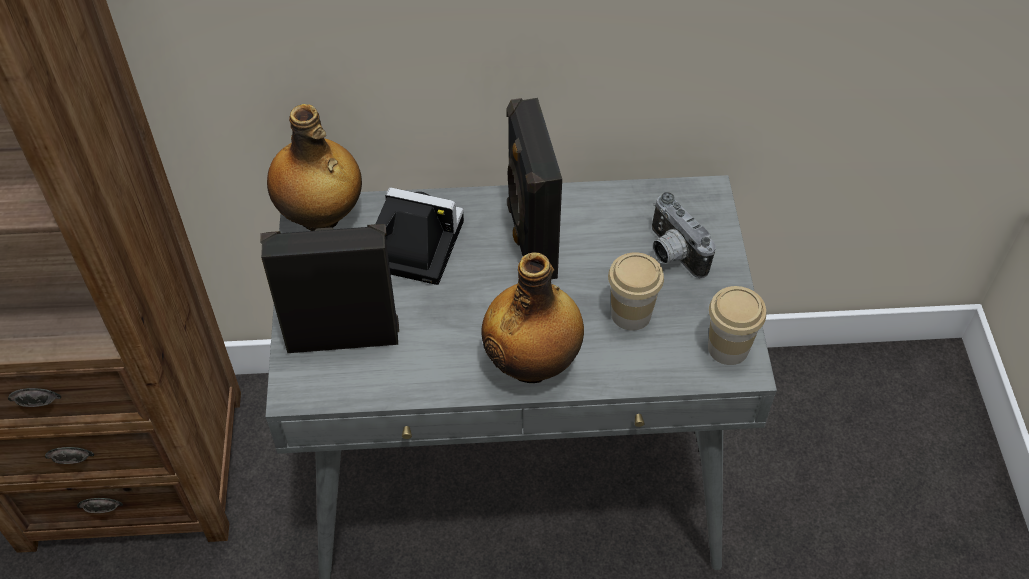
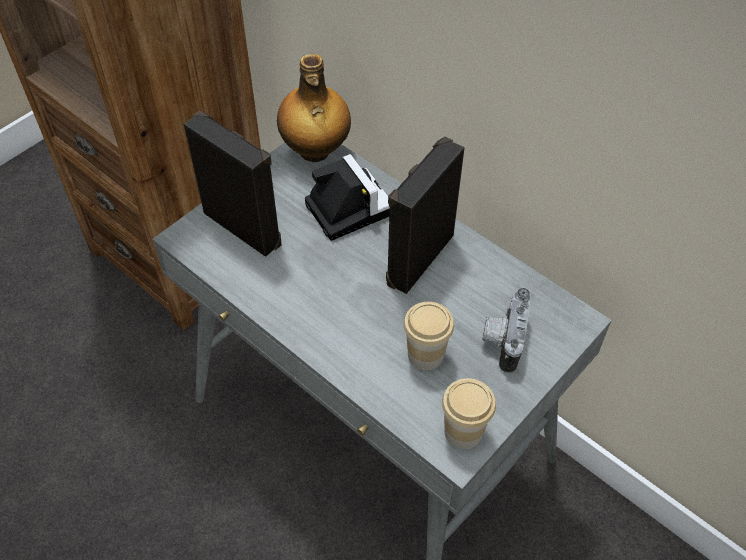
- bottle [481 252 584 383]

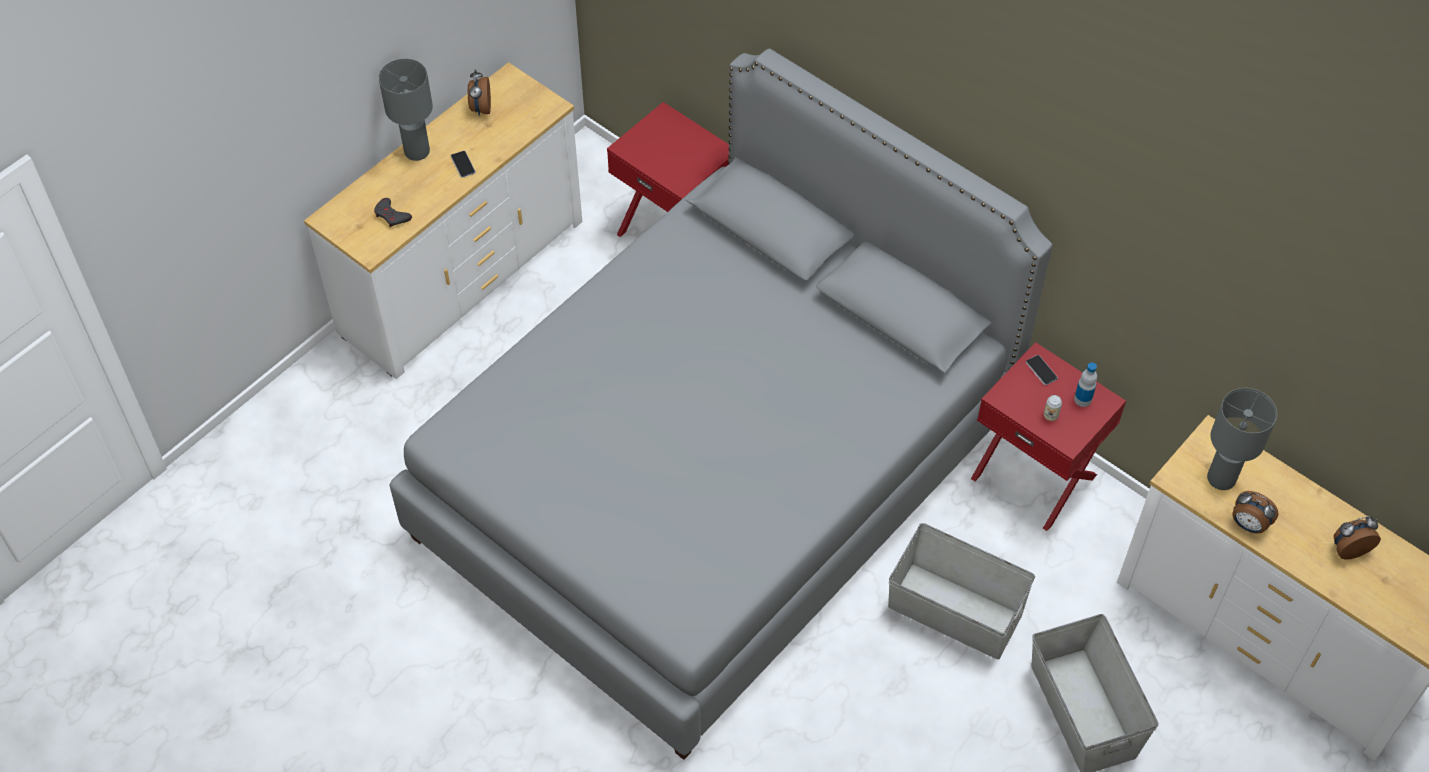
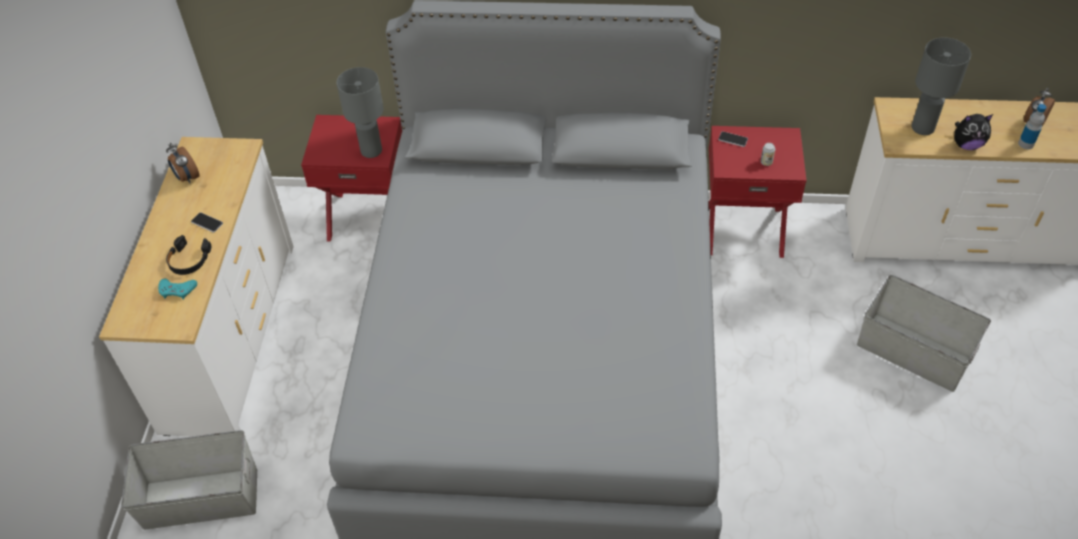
~ game controller in grey [374 198 412 227] to game controller in turquoise [158 279 197 300]
~ table lamp in grey [379 59 433 161] to [337 67 384 158]
~ storage box in grey [888 523 1035 659] to [121 430 257 530]
~ bottle [1074 362 1097 407] to [1018 104 1046 149]
~ alarm clock [1232 491 1279 534] to plush toy [954 114 993 150]
+ headphones in black [166 235 211 275]

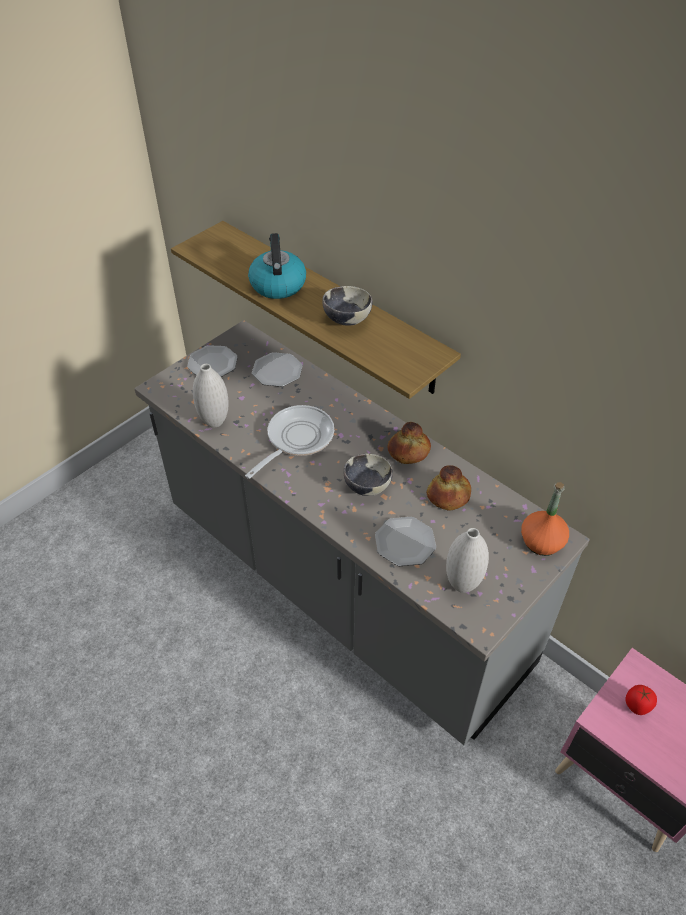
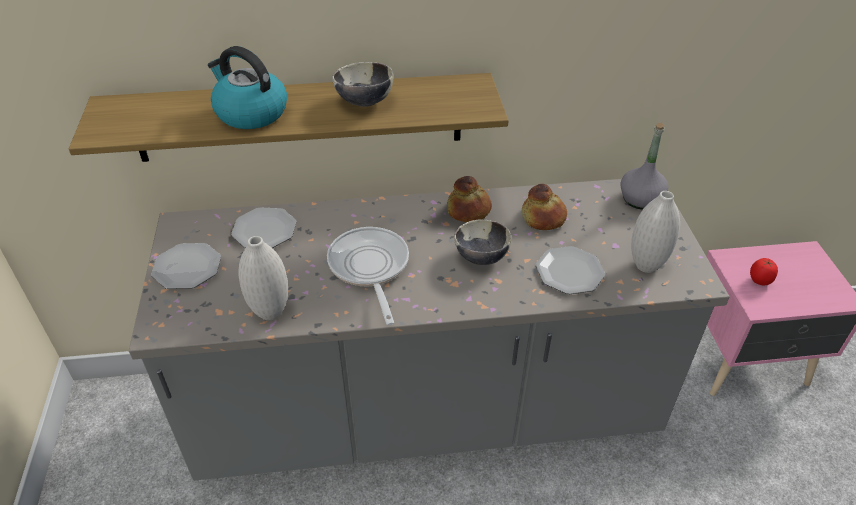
~ bottle in orange [521 482 569 556] to bottle in grey [620 123 669 210]

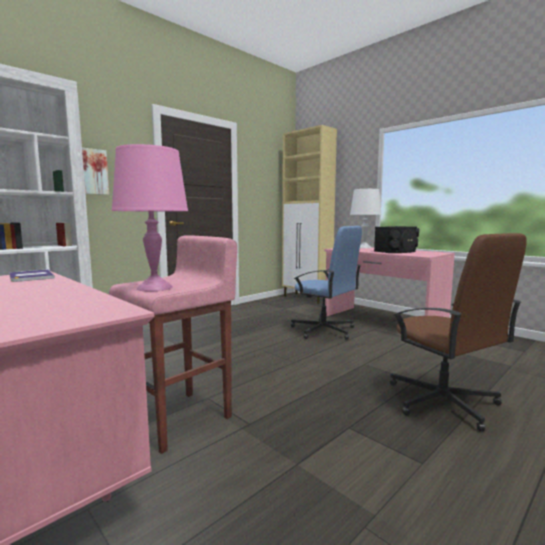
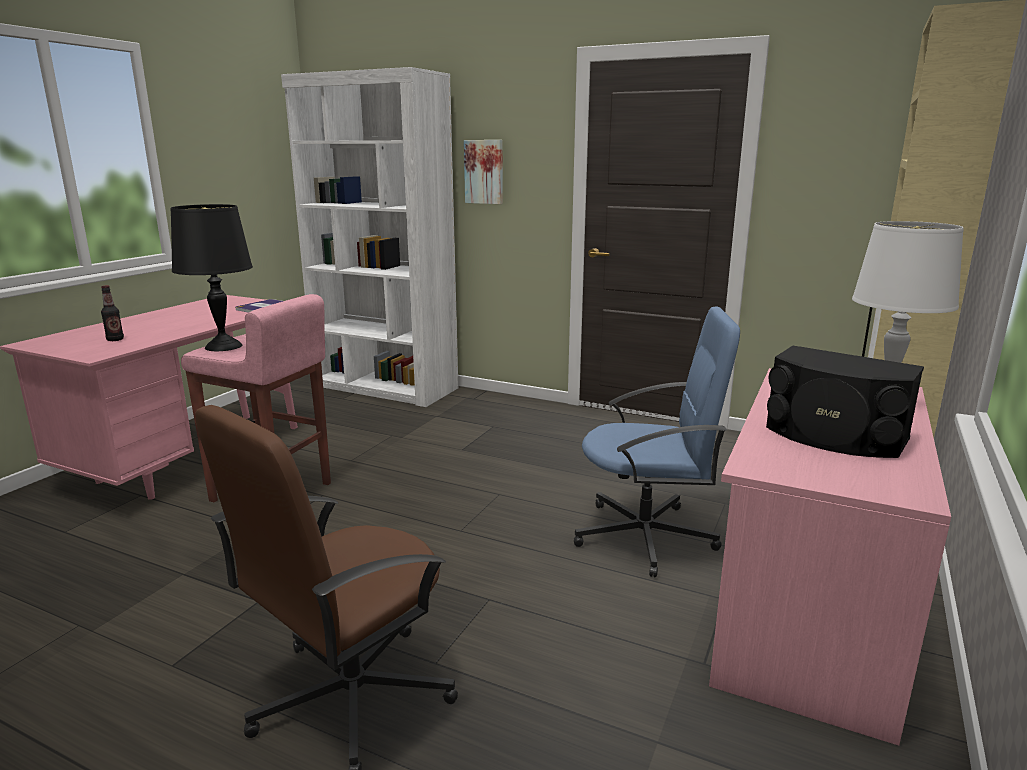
~ table lamp in pink [111 144 188 292] to table lamp in black [171 204 253 351]
~ office chair in blue [291 226 362 339] = [574 307 740 578] 105 degrees counterclockwise
+ bottle [101 286 124 341]

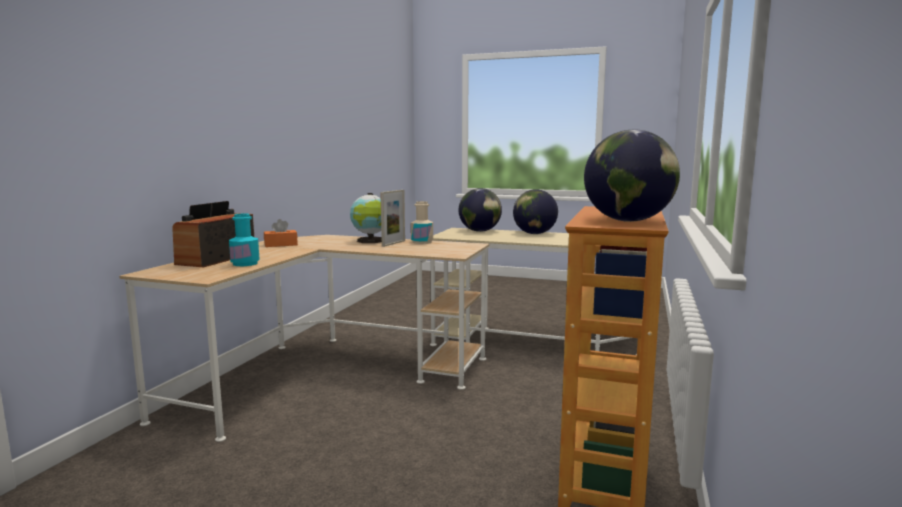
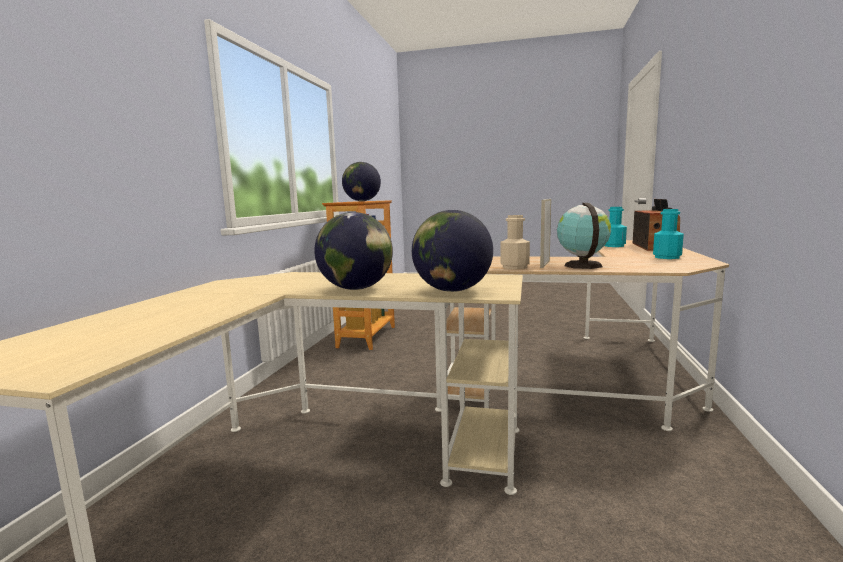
~ tissue box in orange [264 219 298 247] to bottle in turquoise [653 209 684 259]

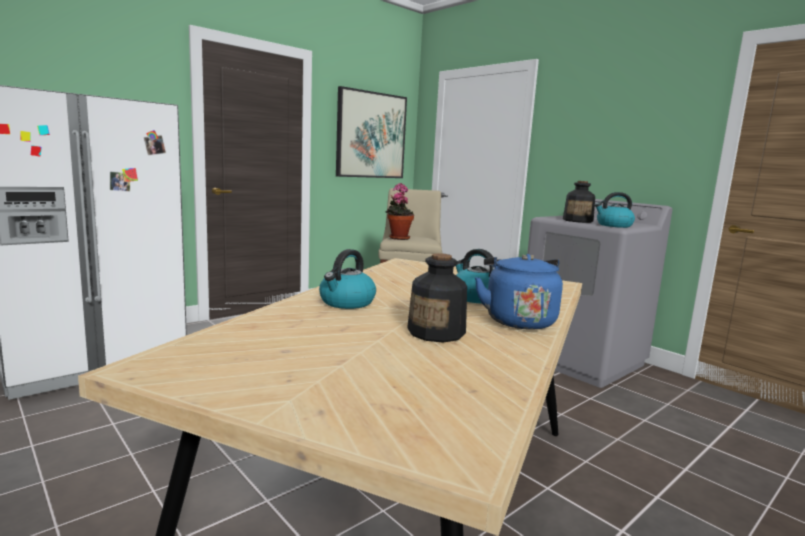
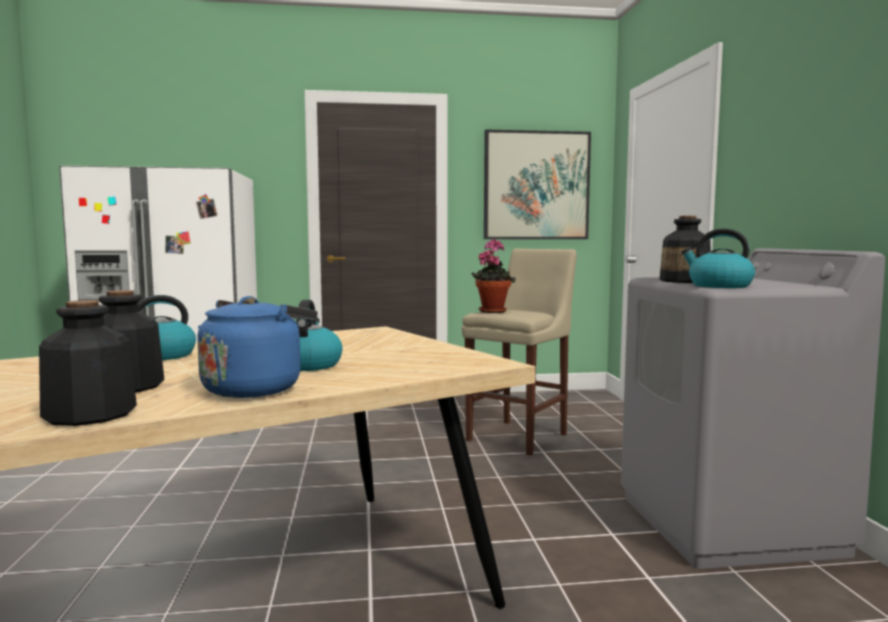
+ bottle [39 300 137 426]

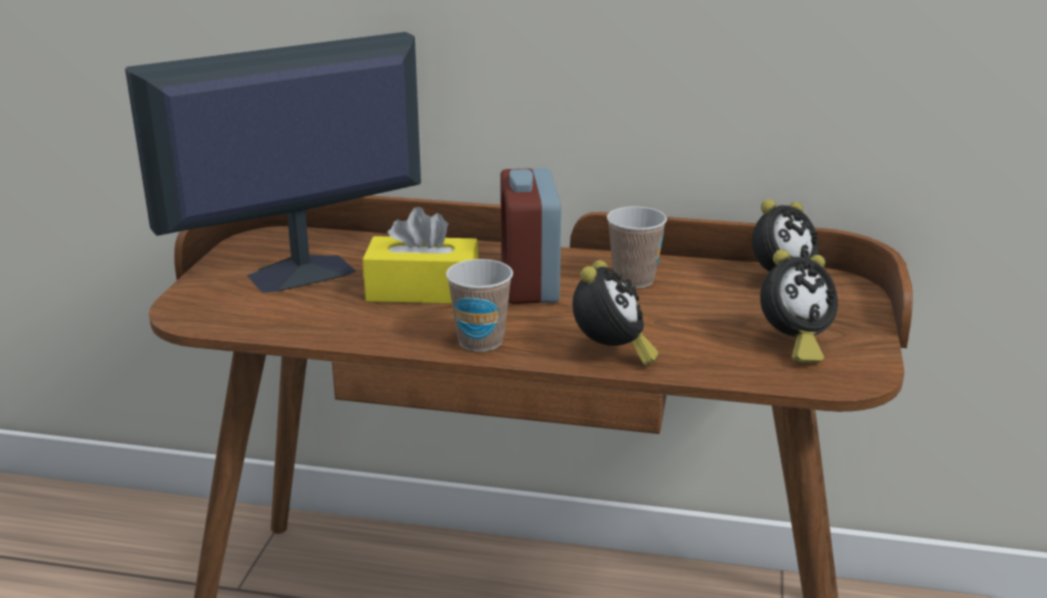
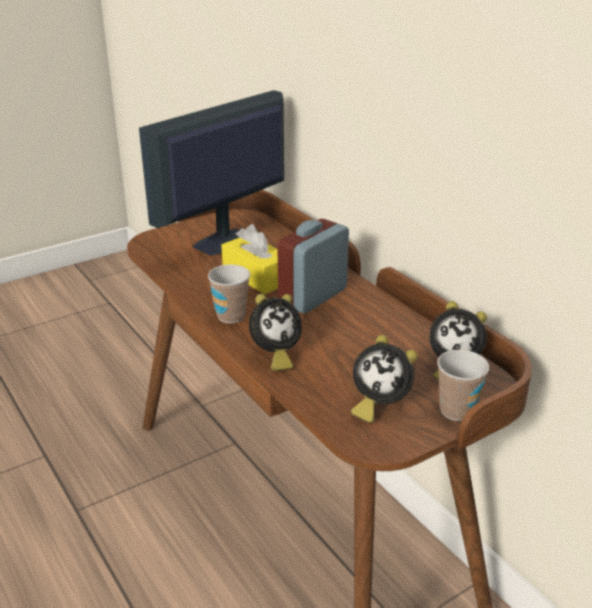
~ monitor [125 32 421 293] = [139 90 284 256] 60 degrees counterclockwise
~ cup [607 206 667 289] to [437 350 489 421]

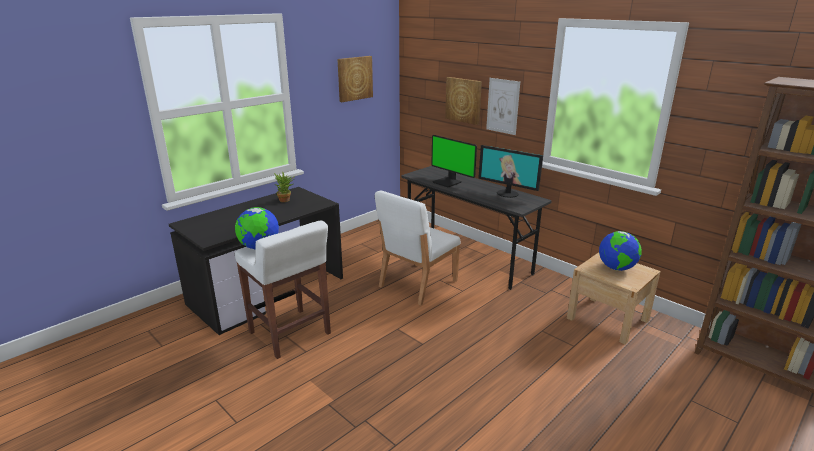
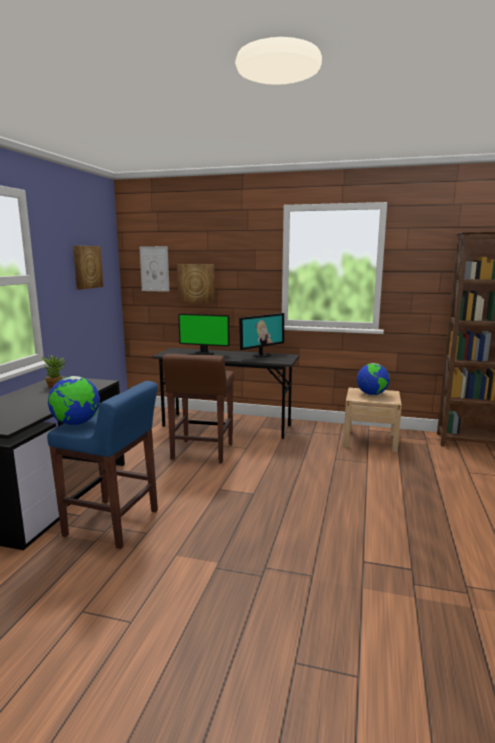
~ stool in white [235 220 331 359] to stool in blue [47 381 158 549]
~ chair in white [375 190 461 306] to stool in brown [162 354 234 464]
~ monitor [478 145 543 198] = [239 313 284 357] 45 degrees counterclockwise
~ picture [486 78 520 135] to [139 246 170 292]

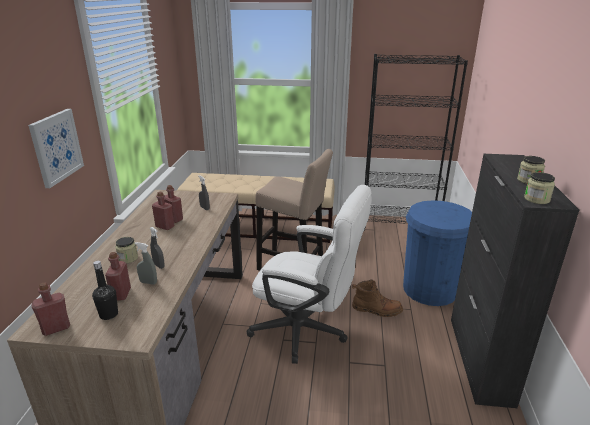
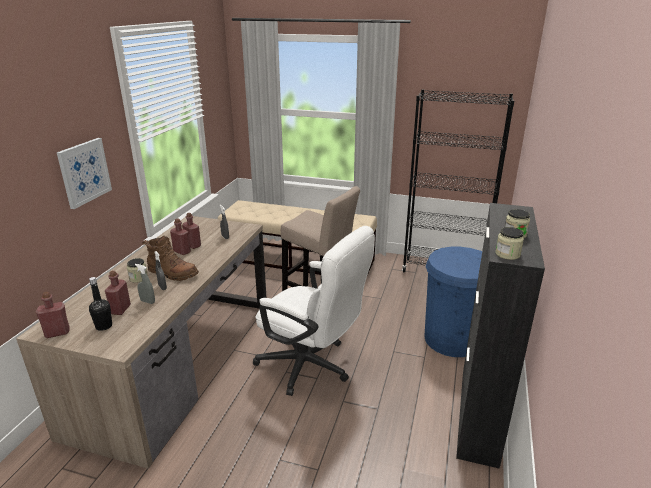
~ boot in brown [352 280 403 317] to [142 236 199 281]

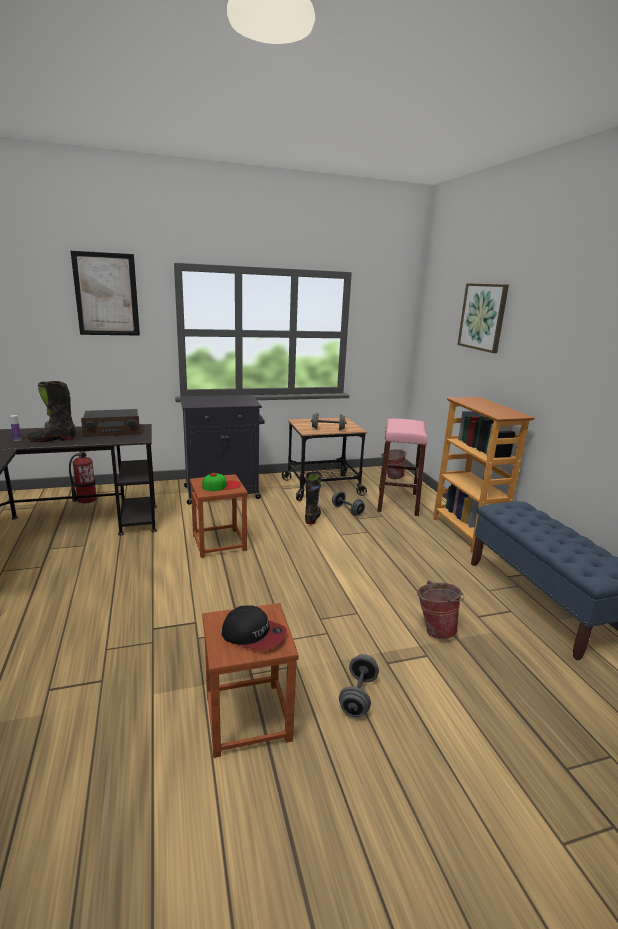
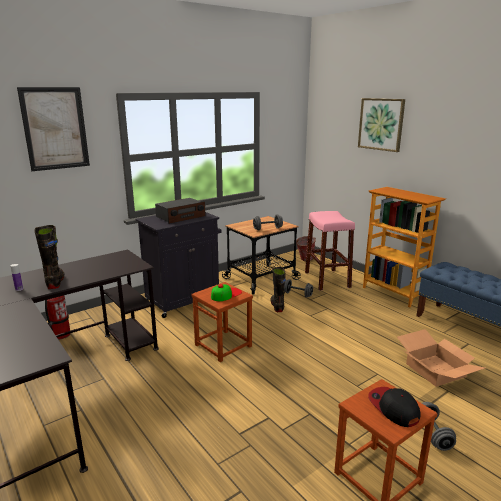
~ boot in black [27 381 76 442] = [34 225 65 289] 120 degrees clockwise
~ radio [81 409 140 437] to [155 198 206 224]
~ cap [222 605 287 650] = [368 387 421 427] 120 degrees counterclockwise
~ bucket [417 581 465 639] to cardboard box [397 329 485 387]

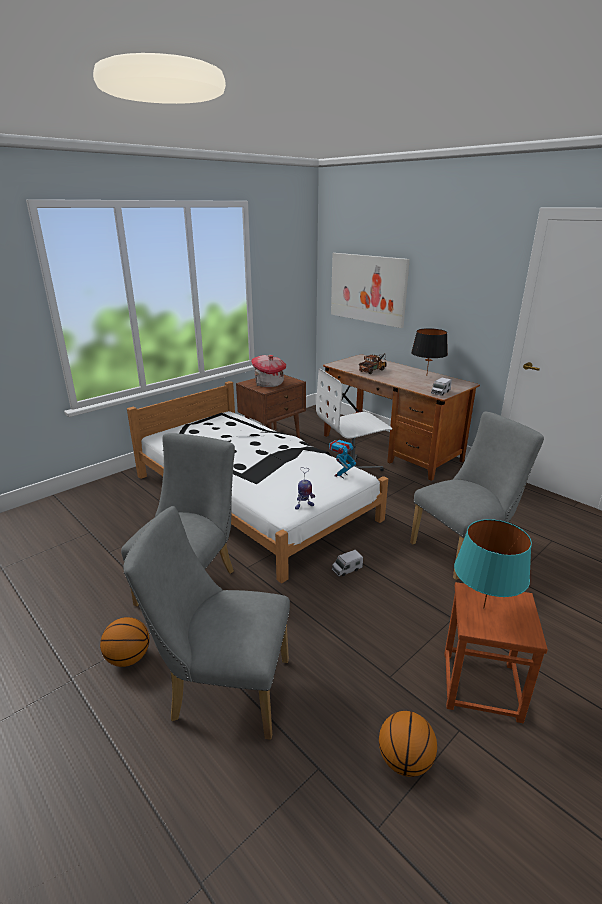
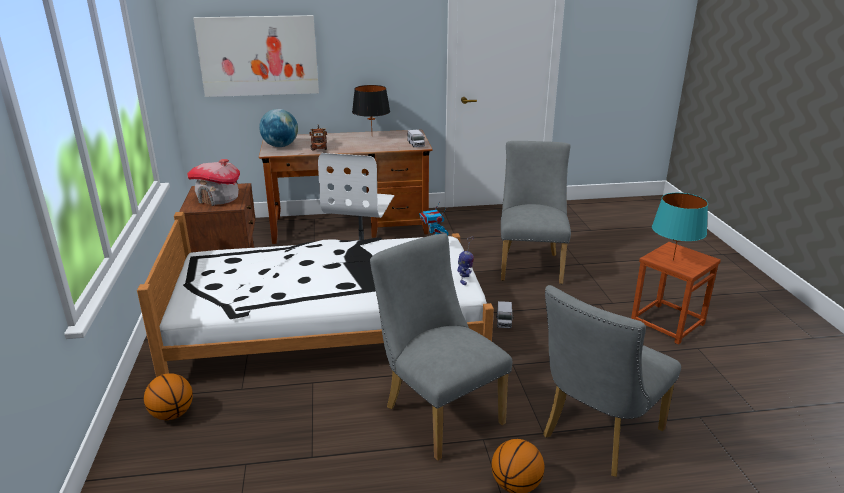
~ basketball [379 711 437 777] to [144 373 193 420]
+ globe [259 109 298 147]

